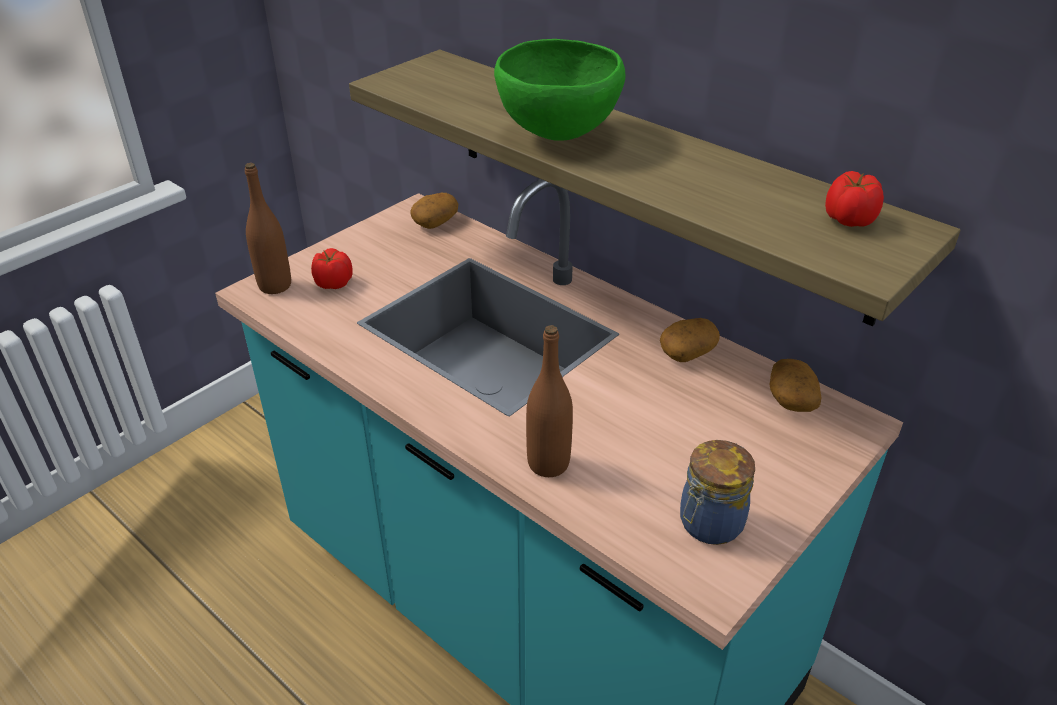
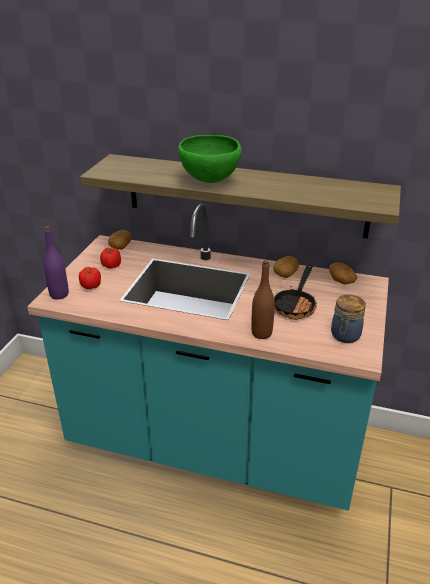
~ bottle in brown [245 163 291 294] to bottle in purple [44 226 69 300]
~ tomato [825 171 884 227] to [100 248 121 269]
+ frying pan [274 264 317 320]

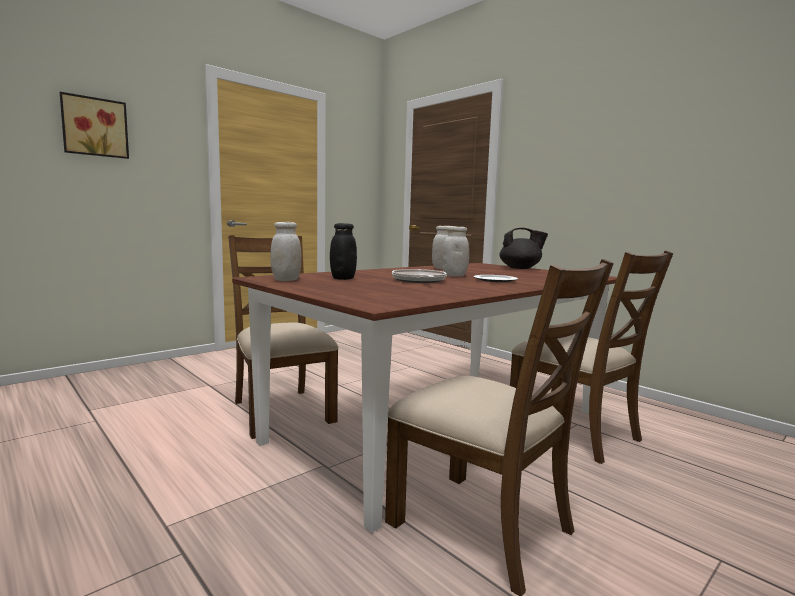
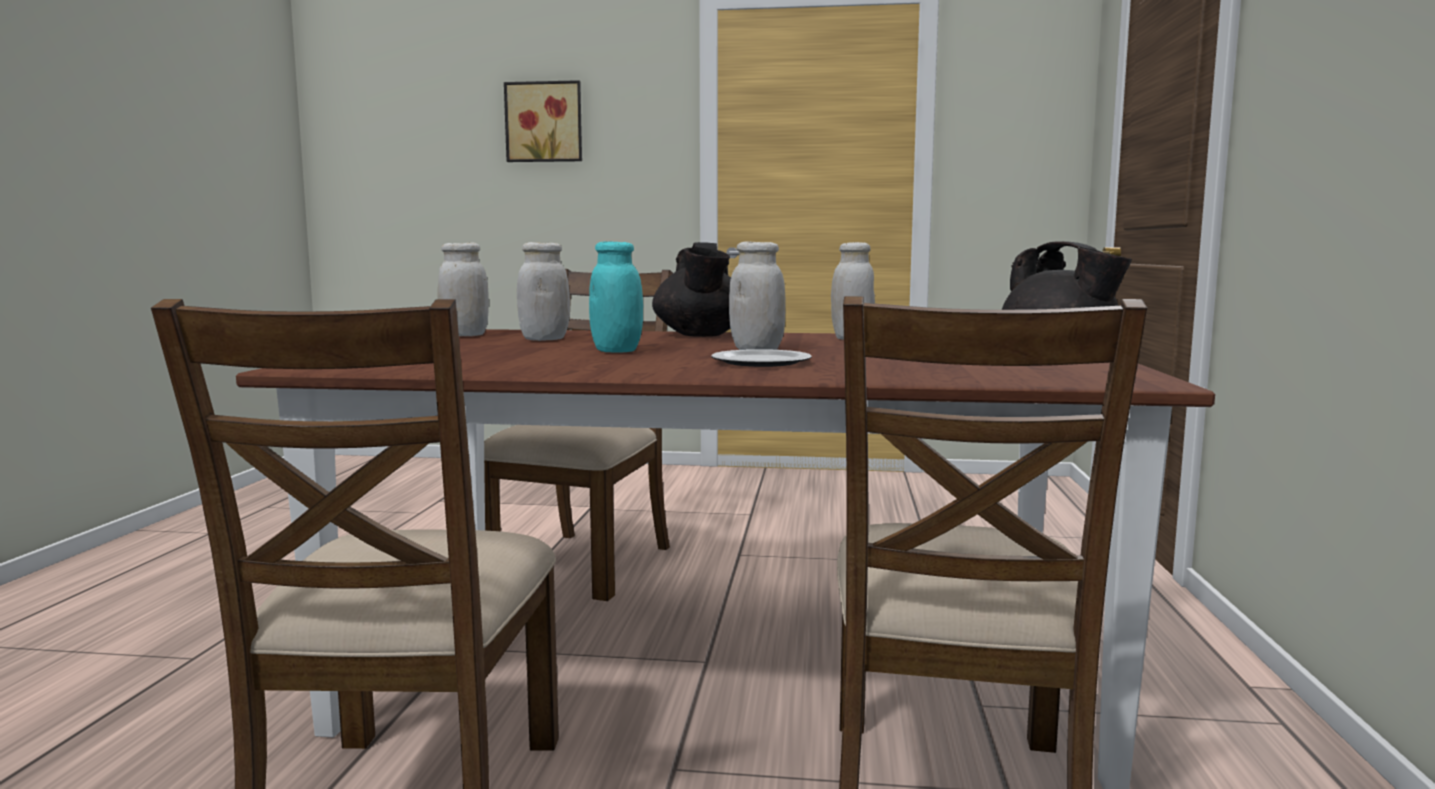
~ jar in black [330 223 357 280] to jar in white [517 242 570 341]
~ frying pan [392 269 447 283] to jar in turquoise [589 241 643 353]
+ teapot in black [652 242 731 337]

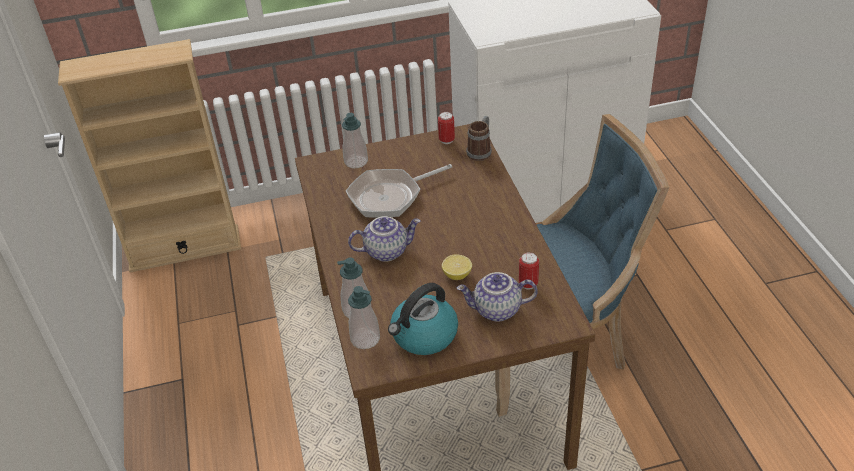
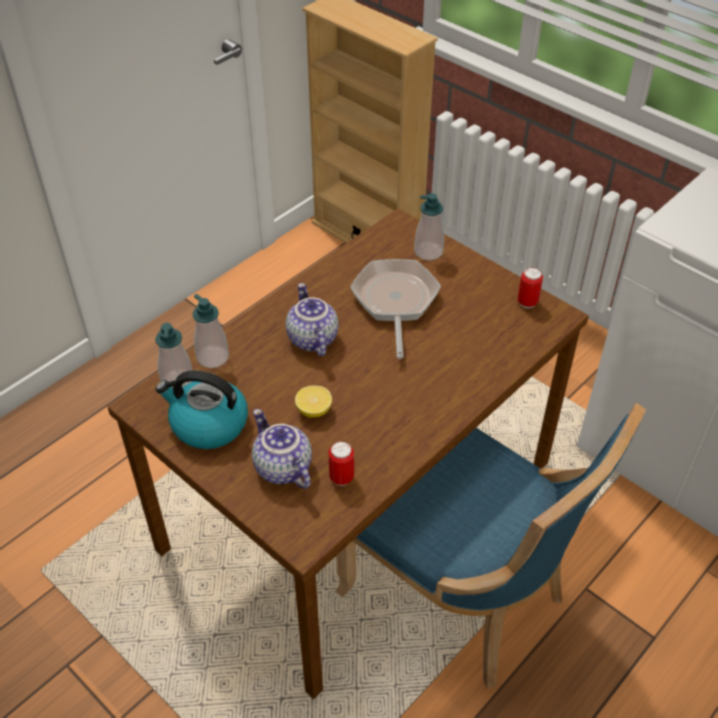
~ frying pan [346 164 452 218] = [350 259 441 359] 60 degrees clockwise
~ teapot [348 216 421 262] = [286 283 338 356] 150 degrees counterclockwise
- mug [466 116 492 161]

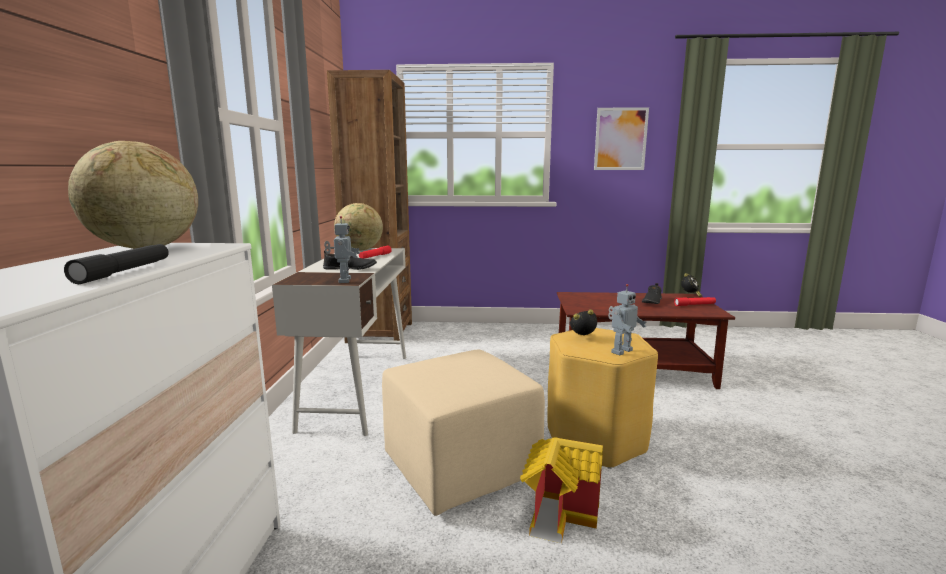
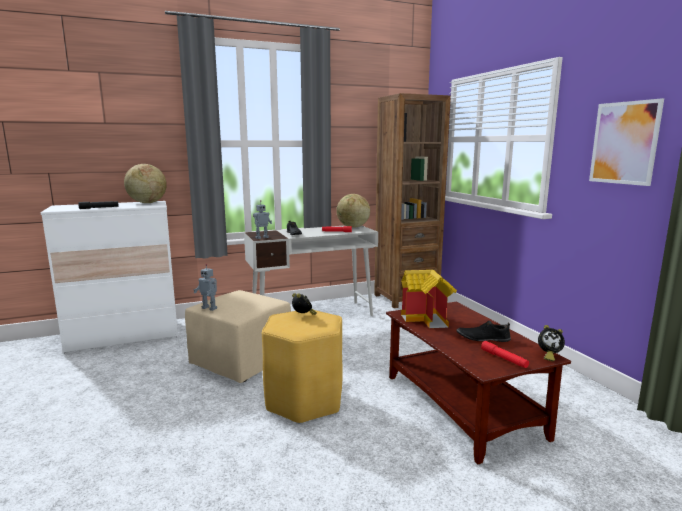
~ toy house [520 437 603 543] to [401 270 457 328]
~ toy robot [608 284 647 355] to [193 264 217 311]

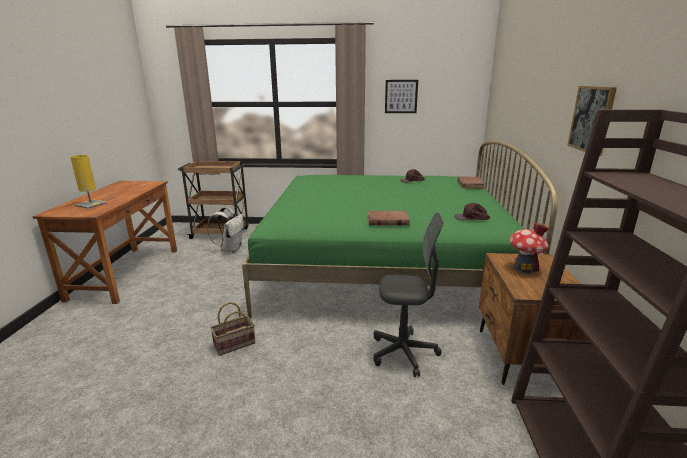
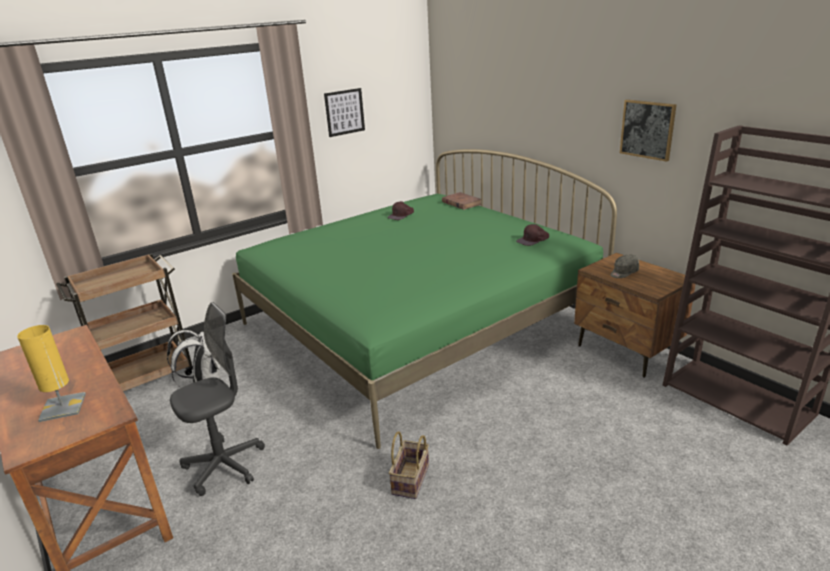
- book in brown [367 211 410 226]
~ office chair in grey [374 212 444 377] to [170 302 265 496]
~ toy house [509 222 549 274] to cap in grey [611 254 639 278]

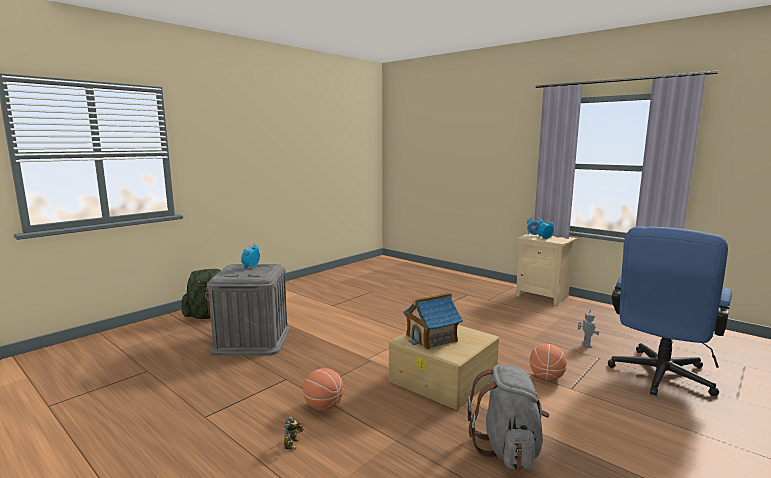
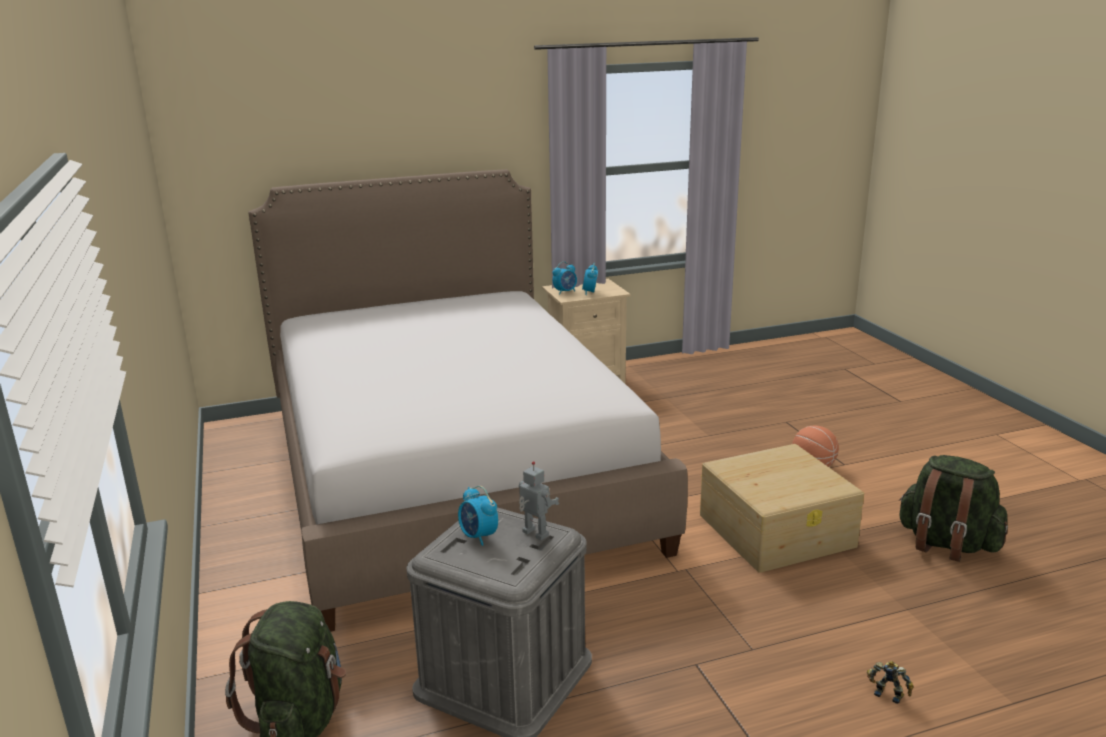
- basketball [303 368 343 410]
- toy house [403 292 463 350]
~ backpack in grey [468 364 549 471] to backpack in green [899 455 1008 562]
~ toy robot [578 310 599 348] to [519 461 559 540]
- office chair in blue [608 226 732 396]
+ bed [248 169 688 632]

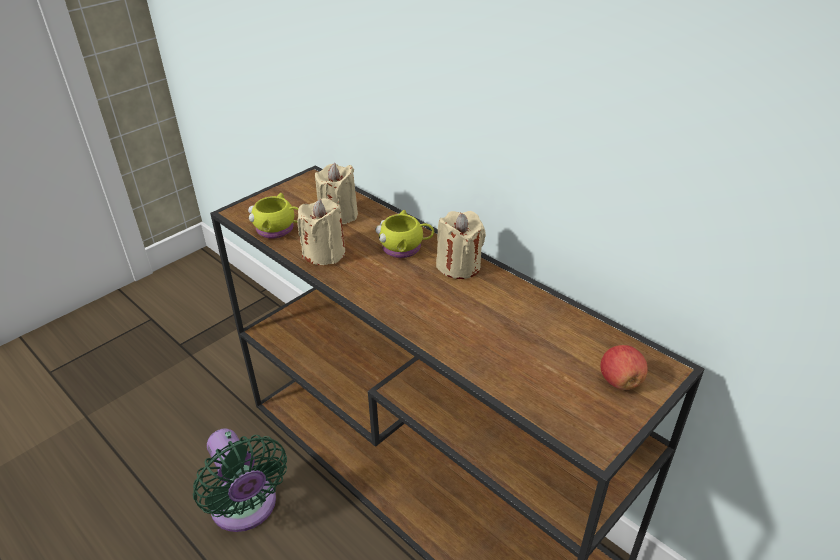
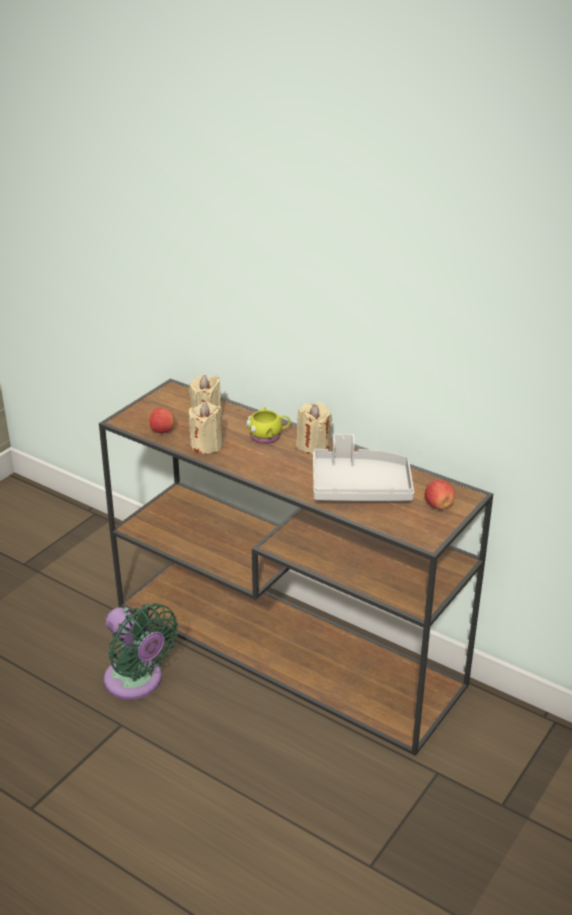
~ mug in yellow [248 193 298 239] to apple [150 408 174 433]
+ tray in grey [313 434 414 501]

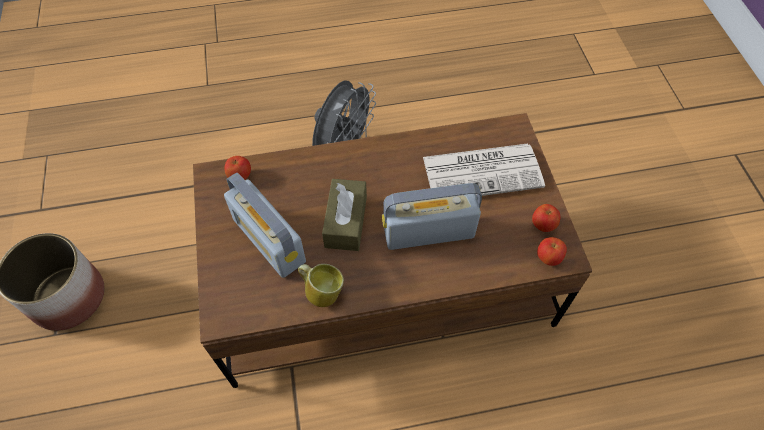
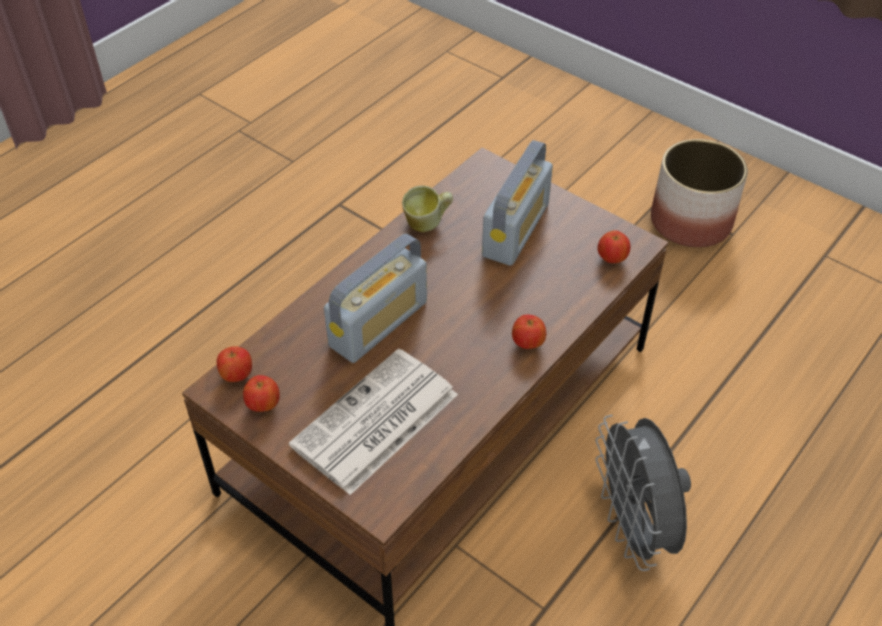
~ radio [224 172 306 278] = [482 140 553 266] 105 degrees clockwise
- tissue box in brown [322 179 367 251]
+ apple [512 314 546 349]

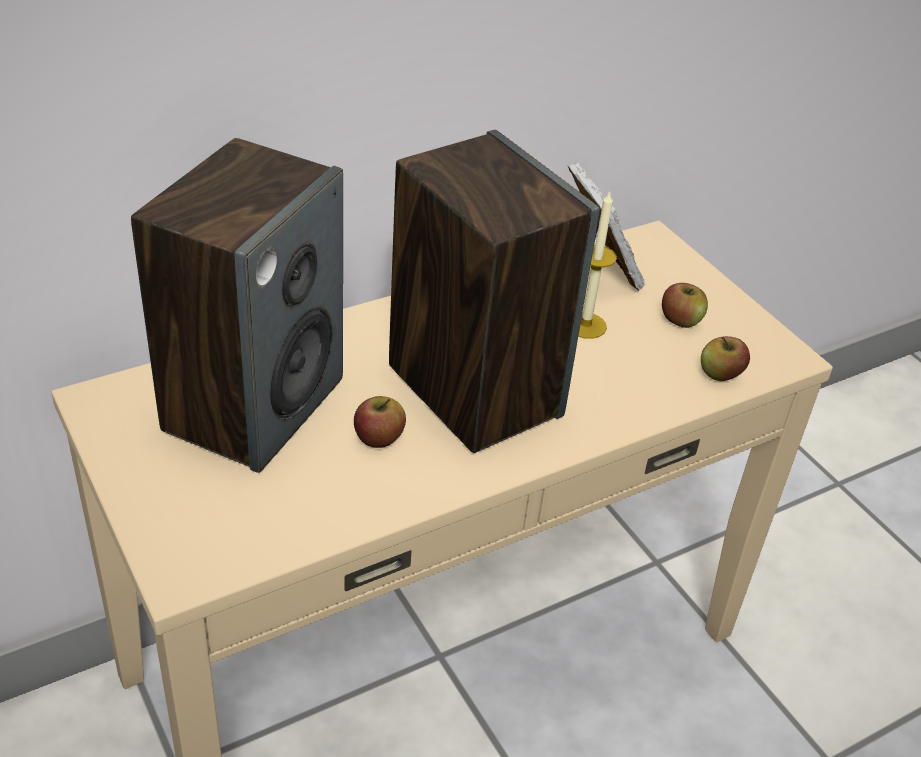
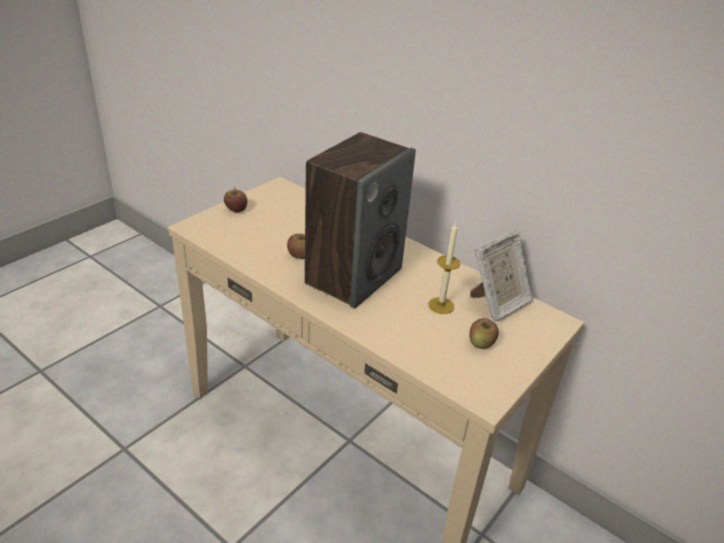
- speaker [131 138 343 473]
~ apple [701 336 750 381] to [224 187 248 212]

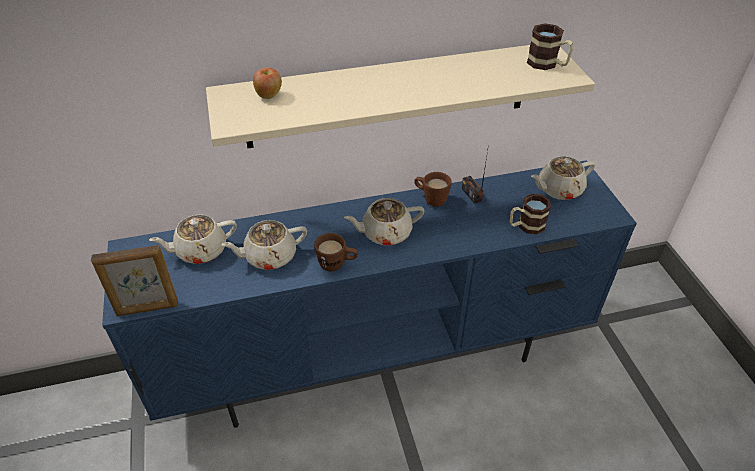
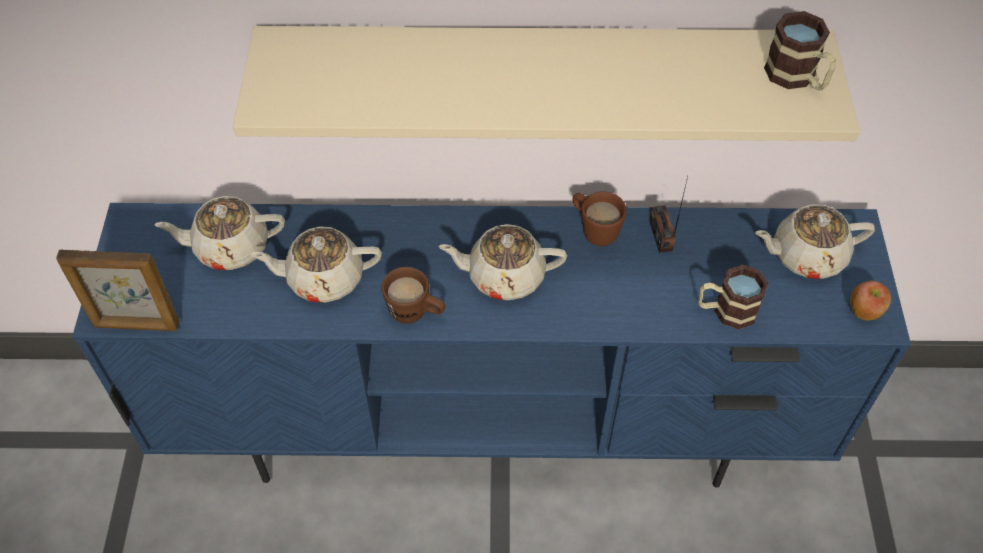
~ apple [253 67 282 99] to [850 281 891 321]

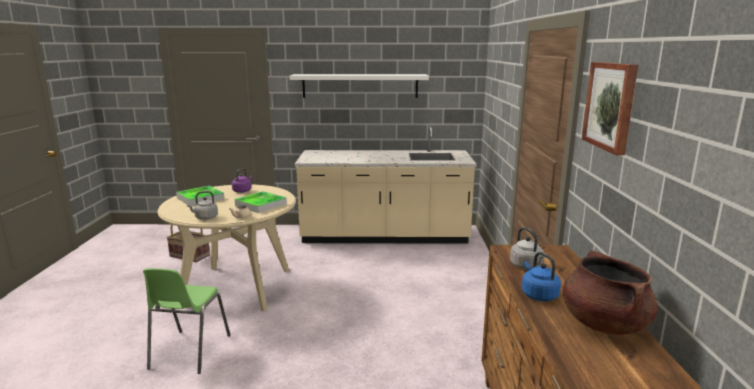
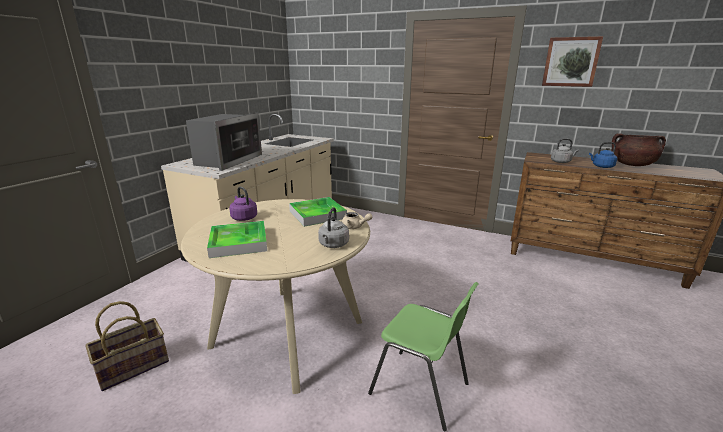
- shelf in white [289 74 429 98]
+ microwave [186 113 262 171]

